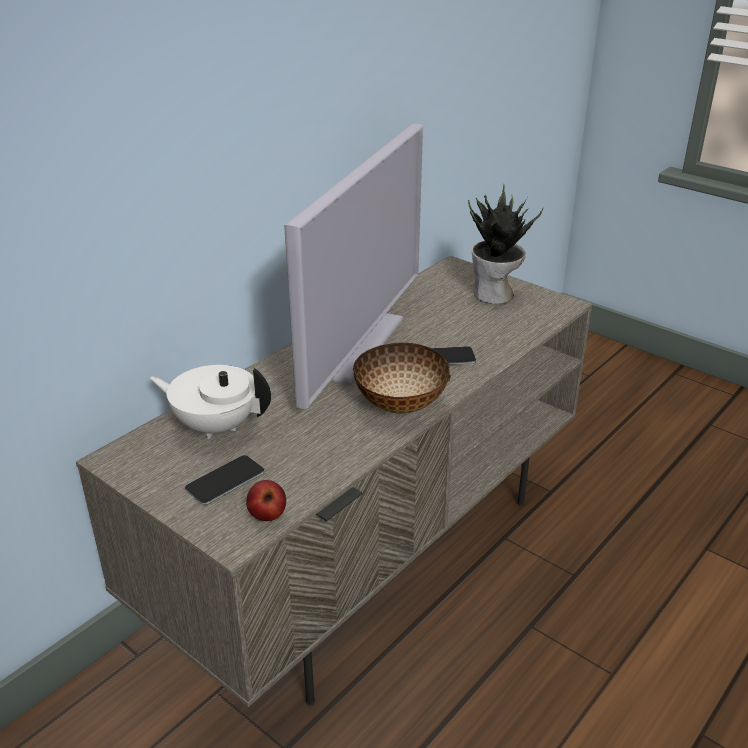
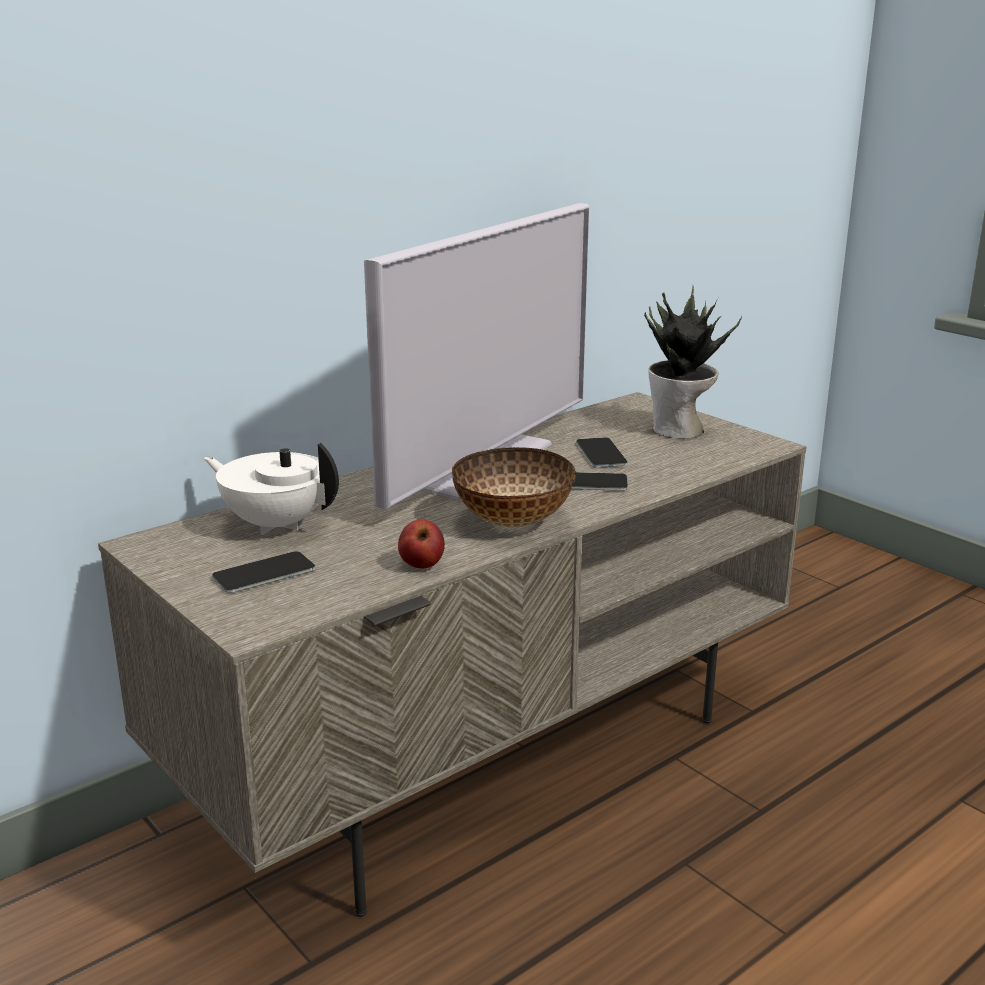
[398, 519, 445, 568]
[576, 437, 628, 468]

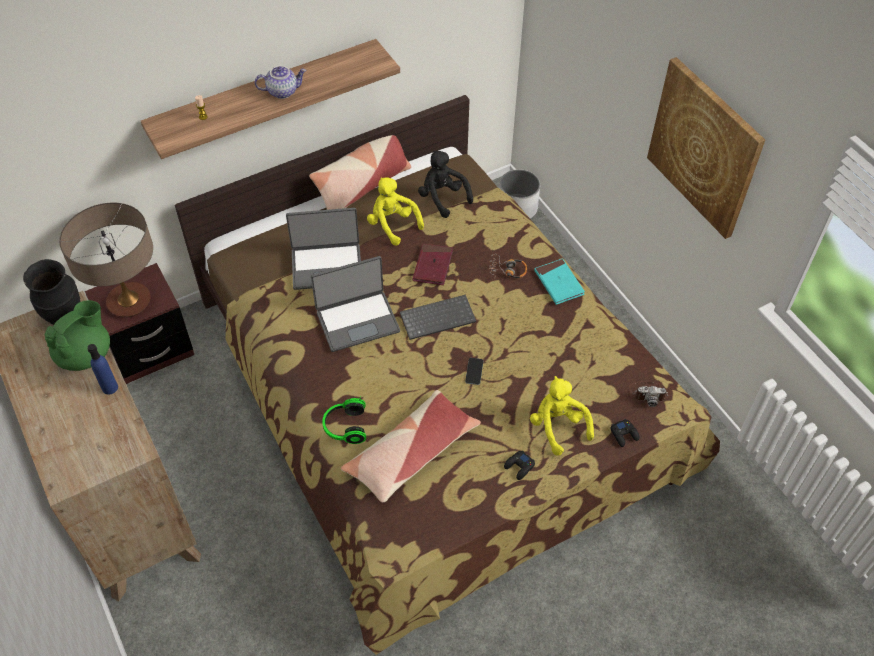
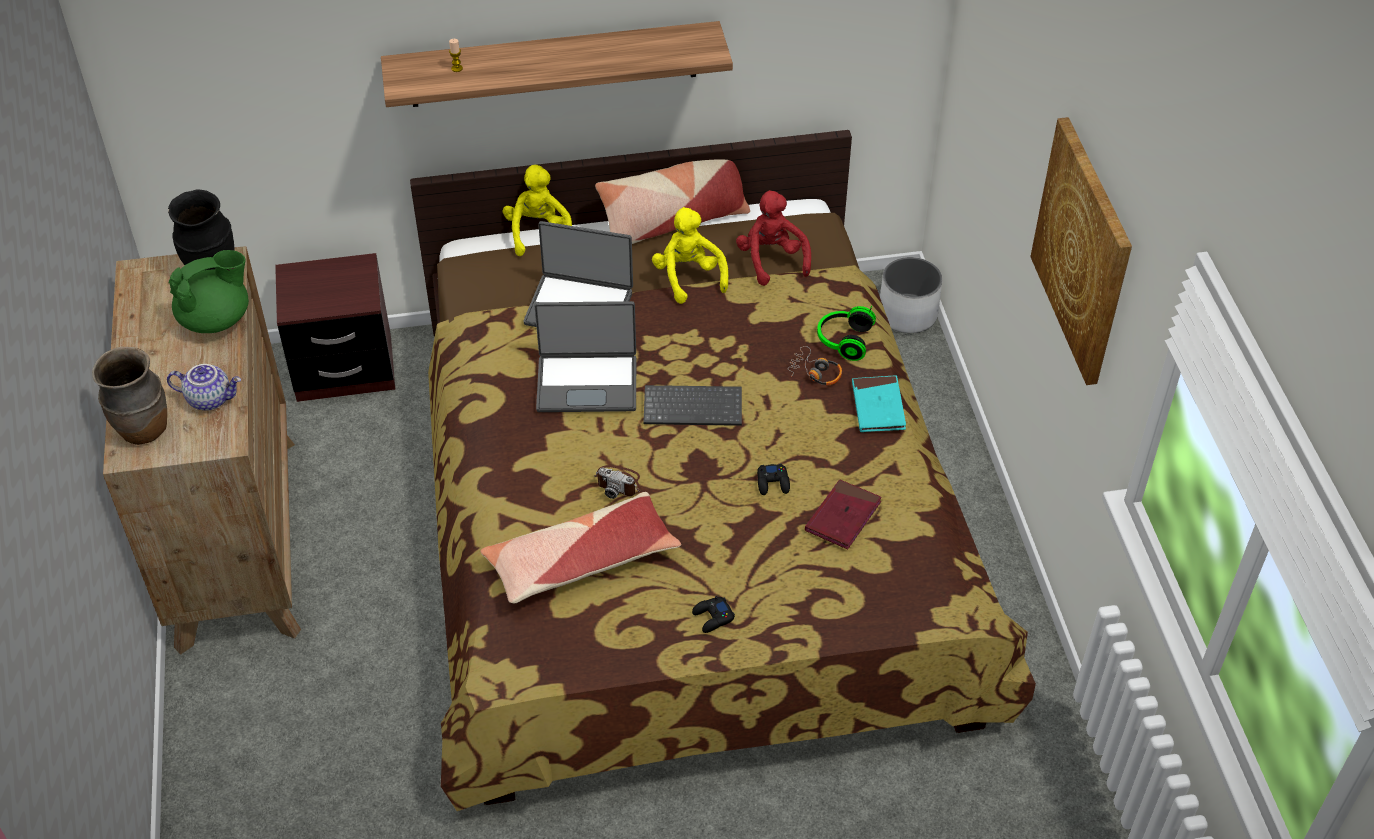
[59, 203, 153, 317] (first image)
[88, 344, 118, 395] (first image)
[167, 364, 241, 411]
[817, 306, 876, 361]
[805, 479, 882, 550]
[736, 190, 811, 286]
[465, 358, 483, 385] (first image)
[503, 165, 572, 256]
[757, 464, 790, 495]
[594, 465, 640, 499]
[92, 347, 167, 445]

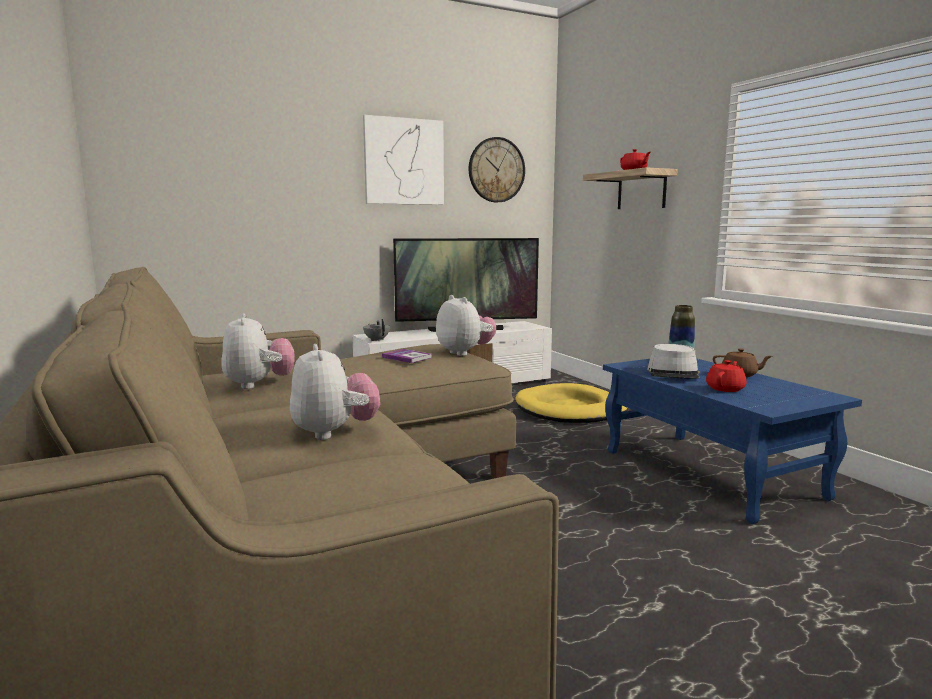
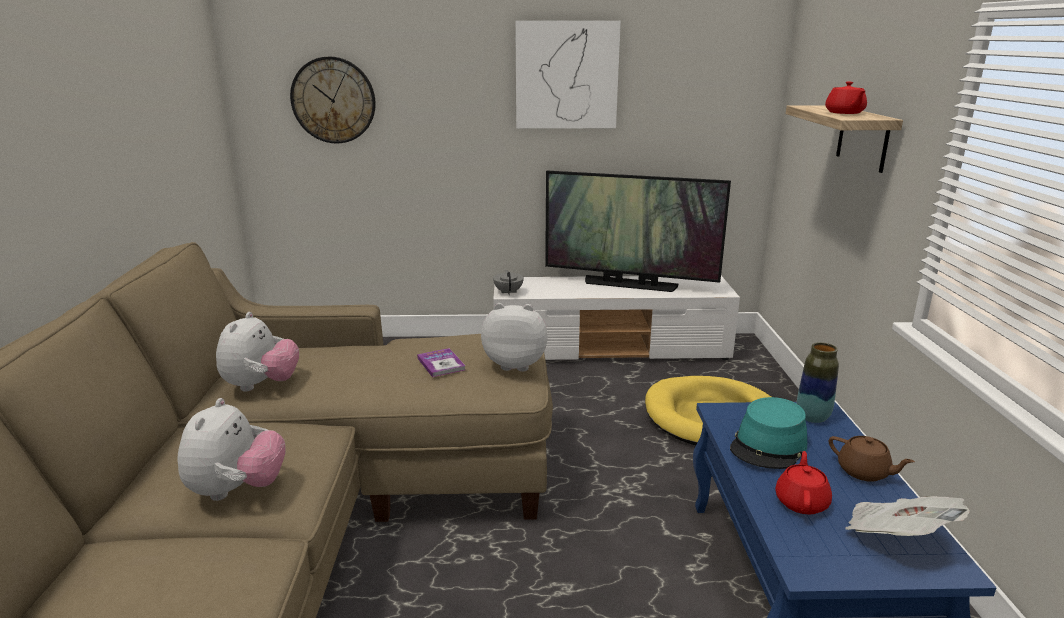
[481, 303, 548, 371]
[290, 57, 376, 143]
[730, 397, 807, 469]
[775, 451, 832, 515]
[845, 496, 970, 536]

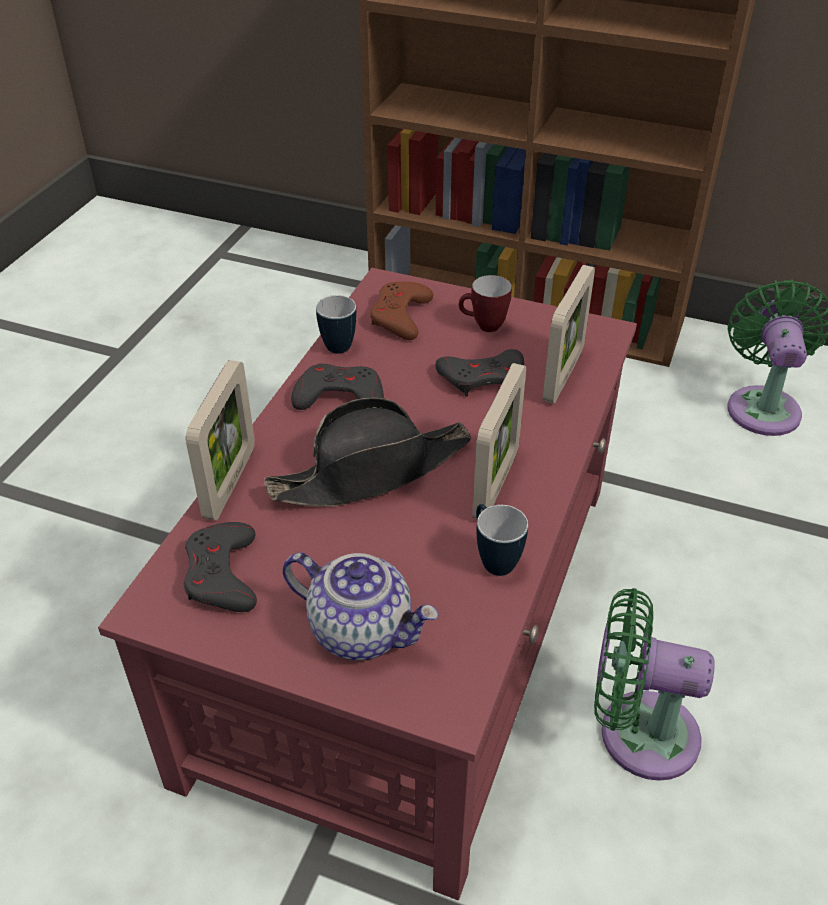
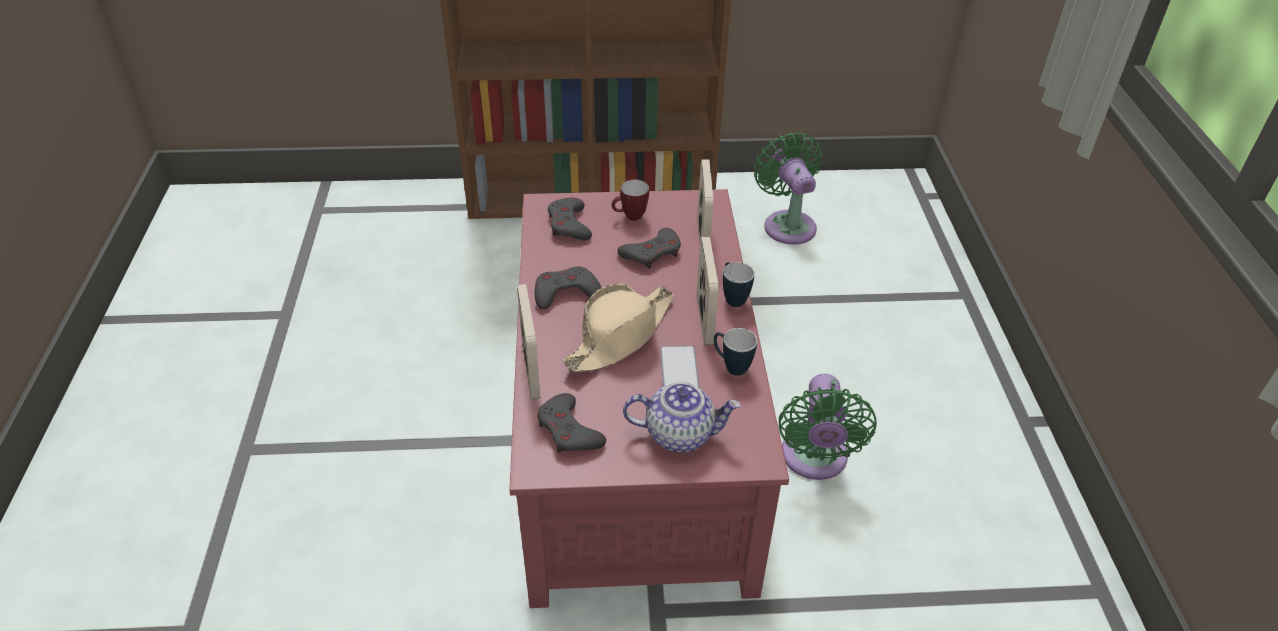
[563, 283, 674, 372]
[723, 262, 755, 307]
[548, 198, 592, 240]
[779, 374, 877, 480]
[660, 346, 699, 388]

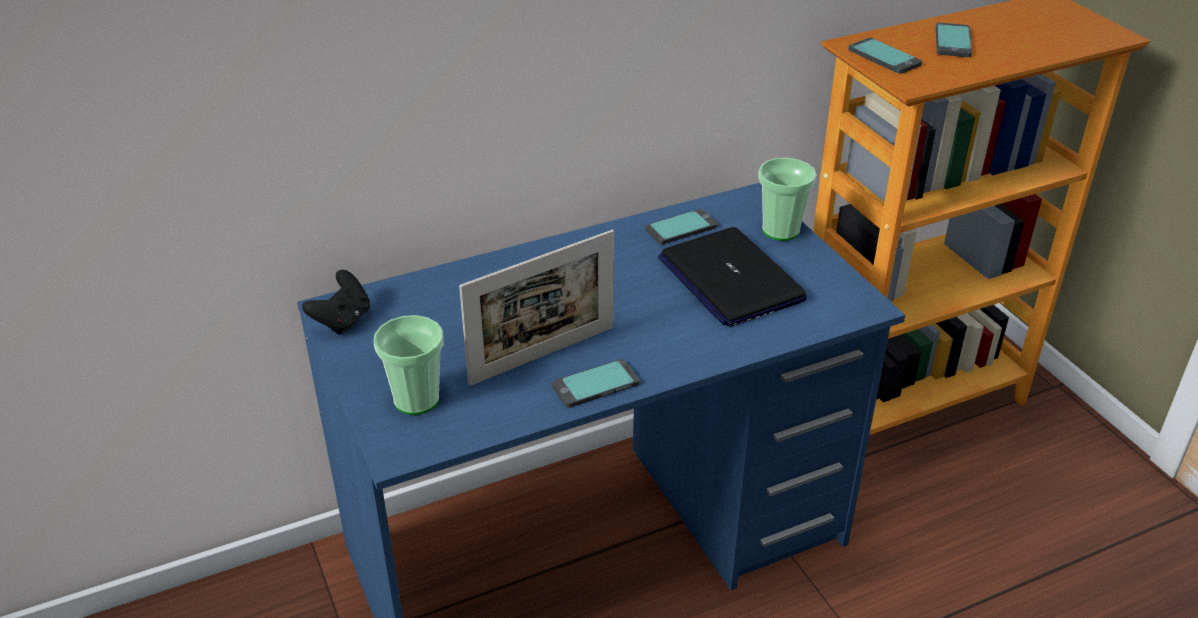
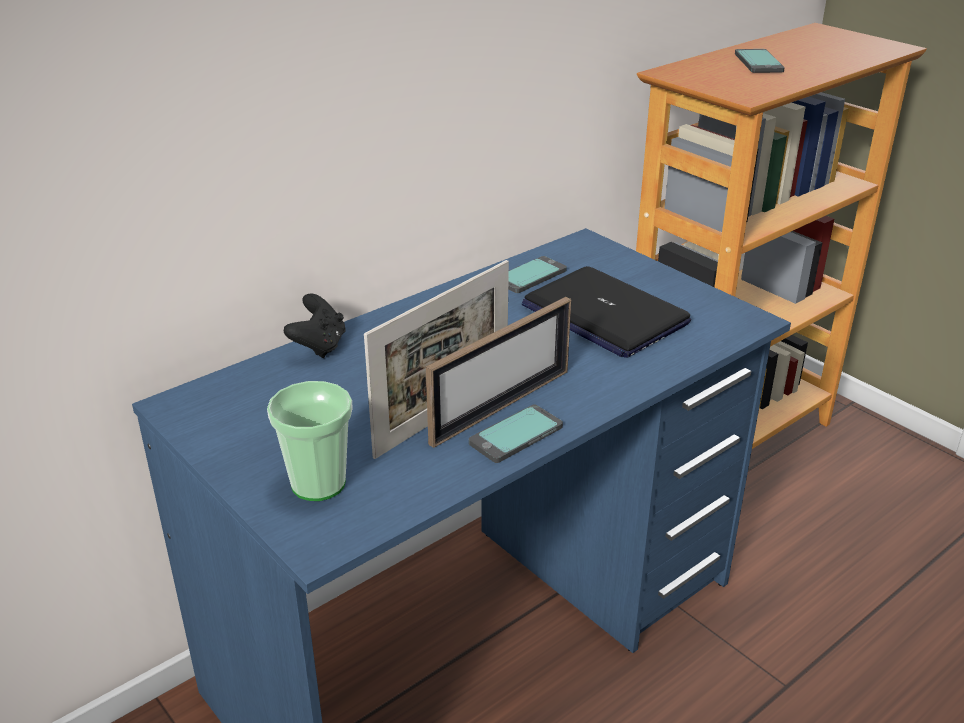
[284, 293, 346, 358]
[758, 158, 816, 241] (first image)
[848, 38, 922, 74] (first image)
[426, 297, 571, 448]

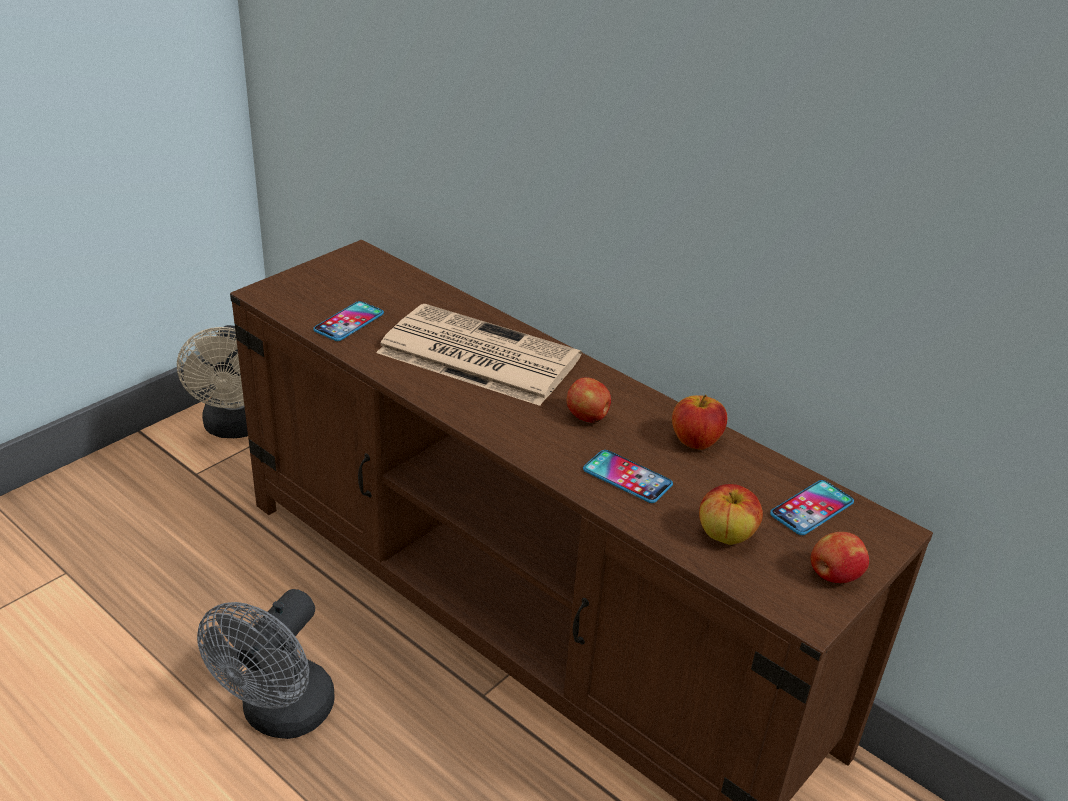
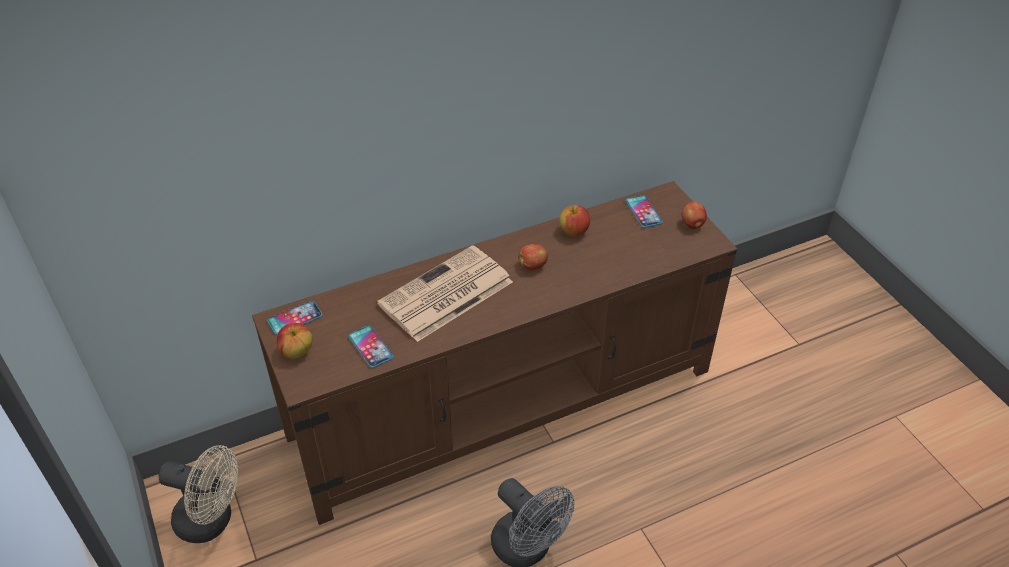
[267, 301, 323, 335]
[277, 323, 312, 359]

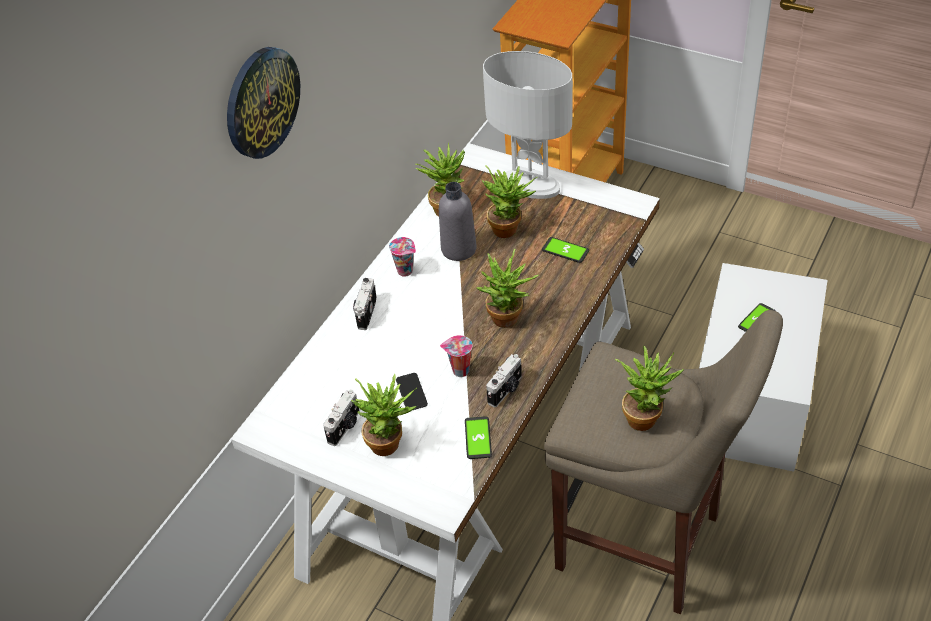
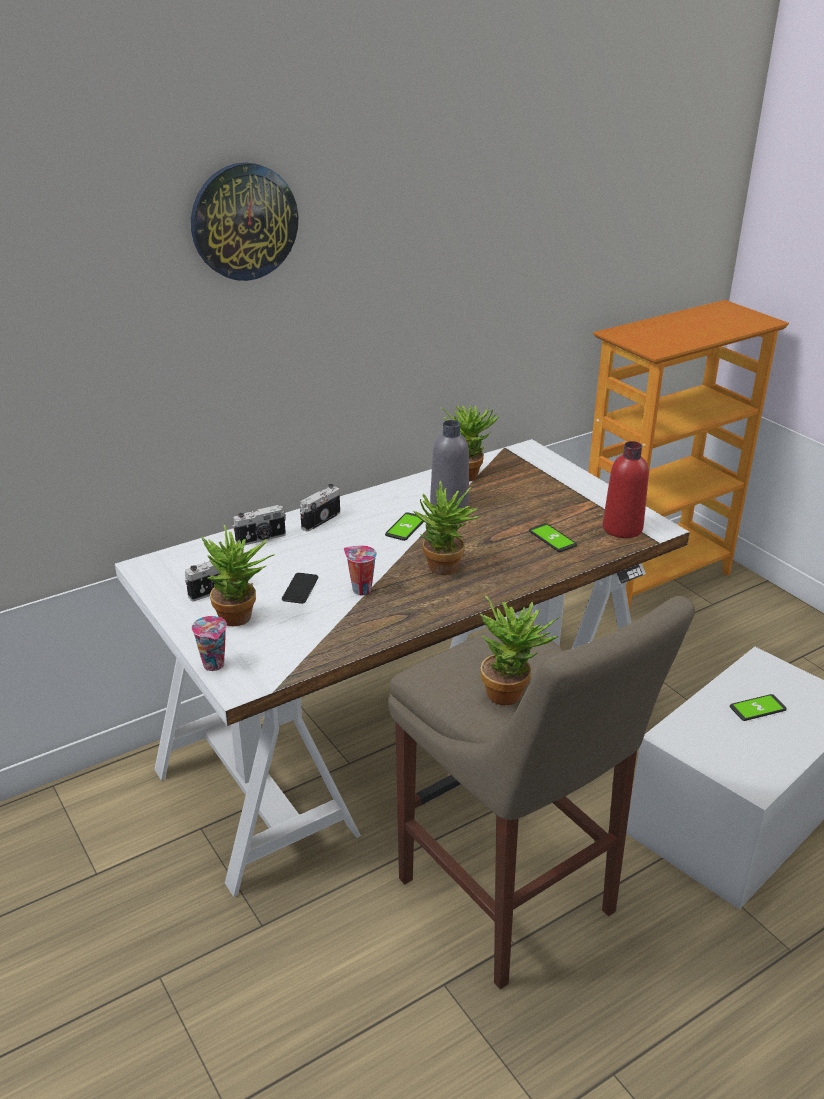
[192, 616, 227, 671]
[385, 512, 424, 541]
[481, 166, 537, 238] (first image)
[483, 51, 573, 199] (first image)
[233, 505, 286, 545]
[603, 441, 649, 538]

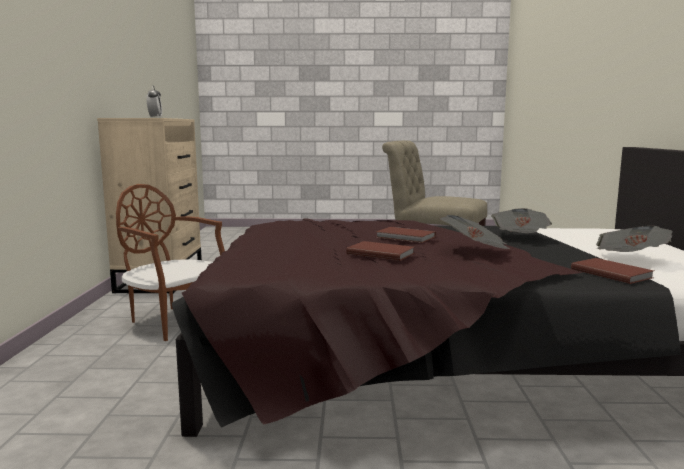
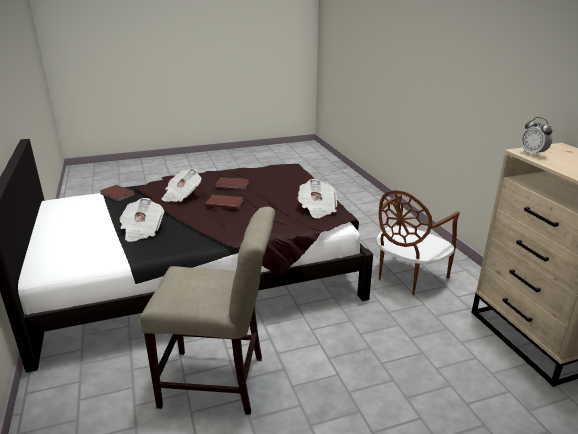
[376, 190, 460, 295]
[297, 179, 337, 219]

